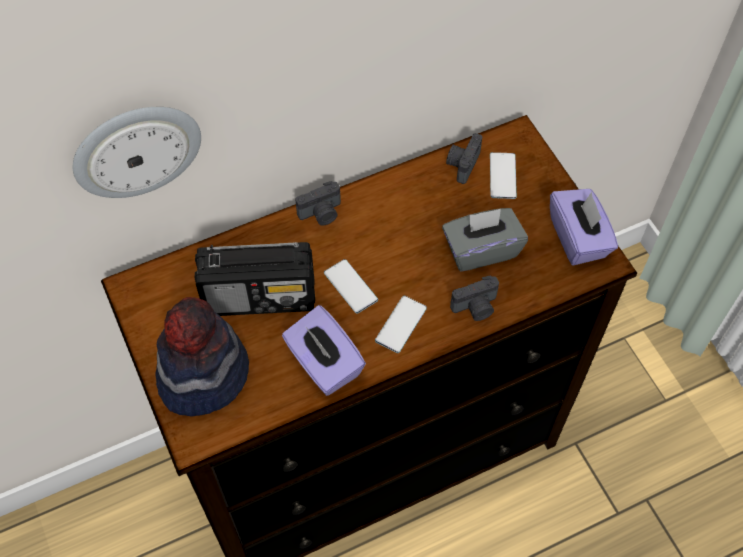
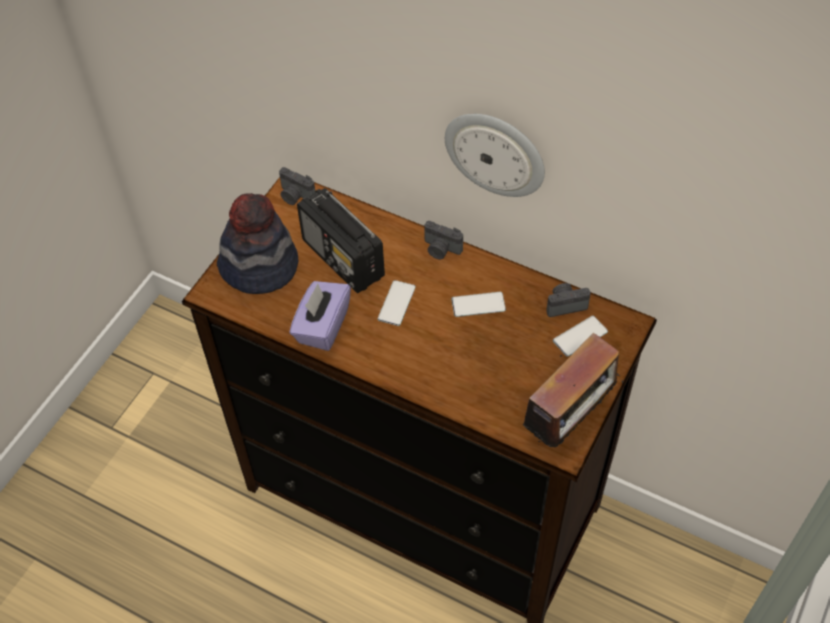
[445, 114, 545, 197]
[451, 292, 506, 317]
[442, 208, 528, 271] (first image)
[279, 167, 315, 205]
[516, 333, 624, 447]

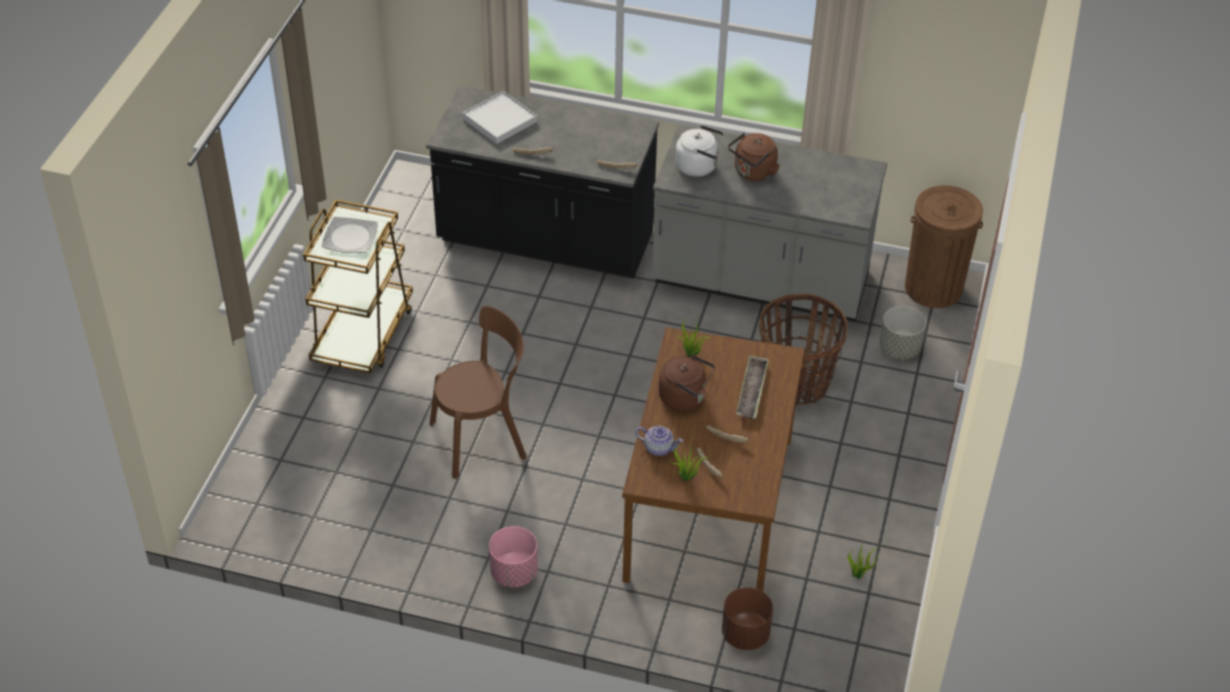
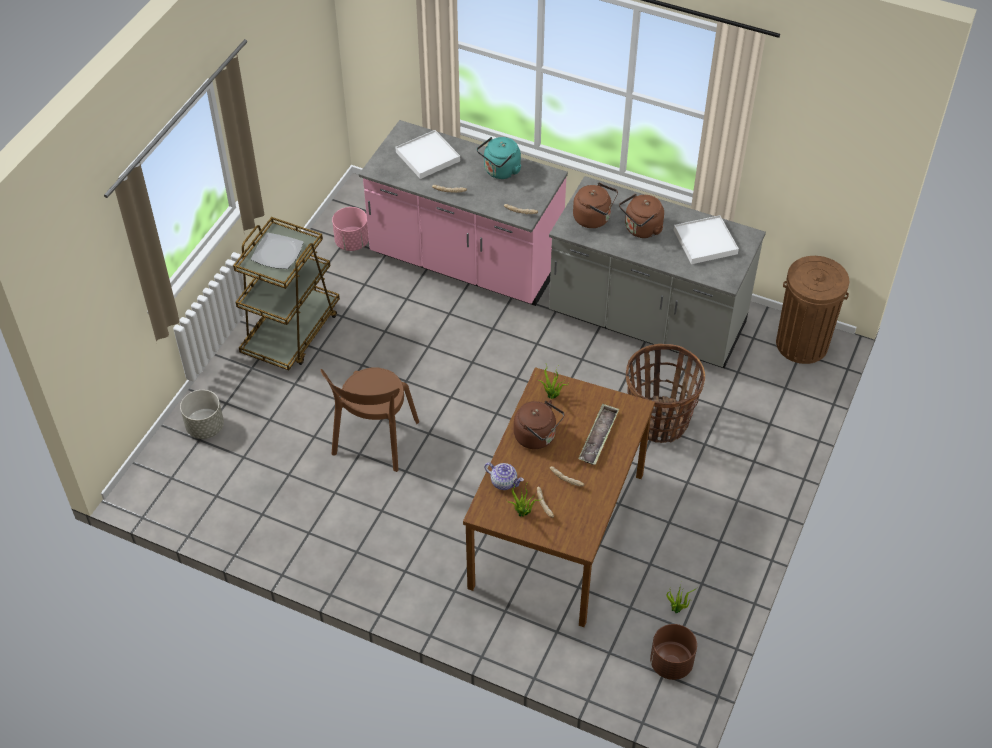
[359, 120, 568, 306]
[320, 367, 419, 472]
[332, 207, 369, 251]
[573, 183, 618, 228]
[650, 624, 697, 680]
[180, 390, 224, 439]
[477, 137, 521, 179]
[674, 215, 739, 264]

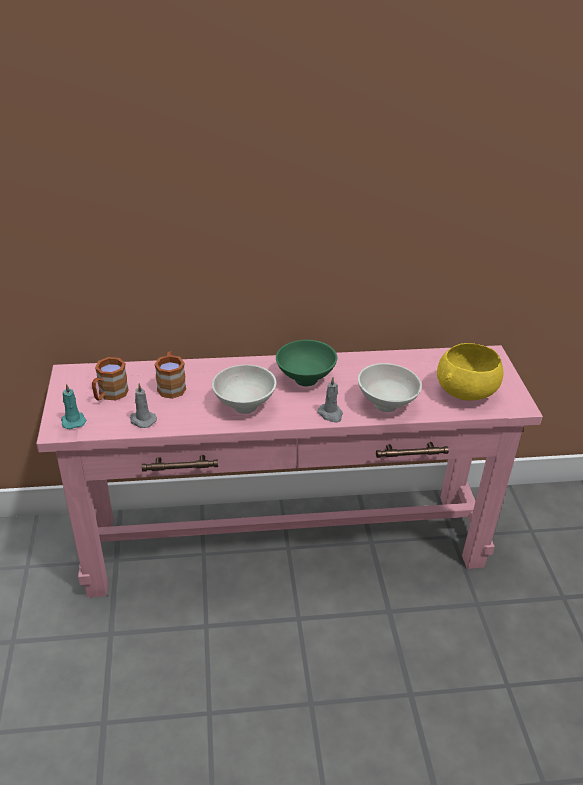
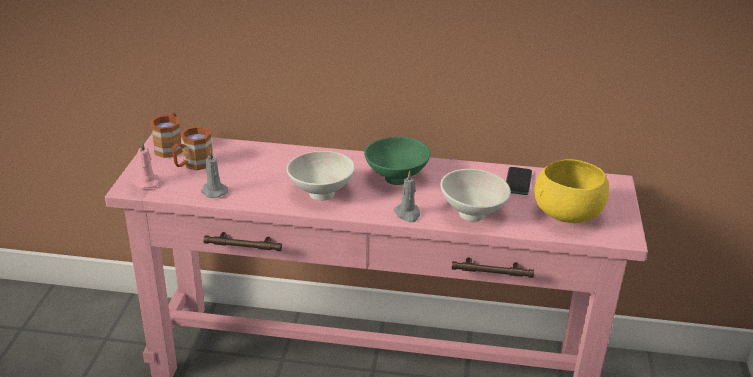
[134, 141, 160, 189]
[150, 113, 183, 158]
[506, 167, 532, 195]

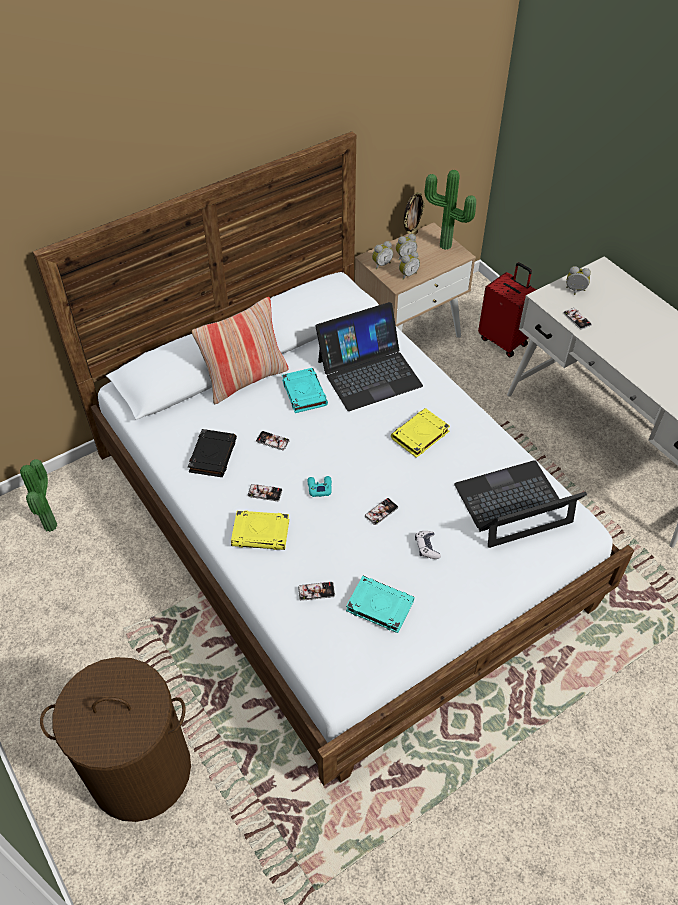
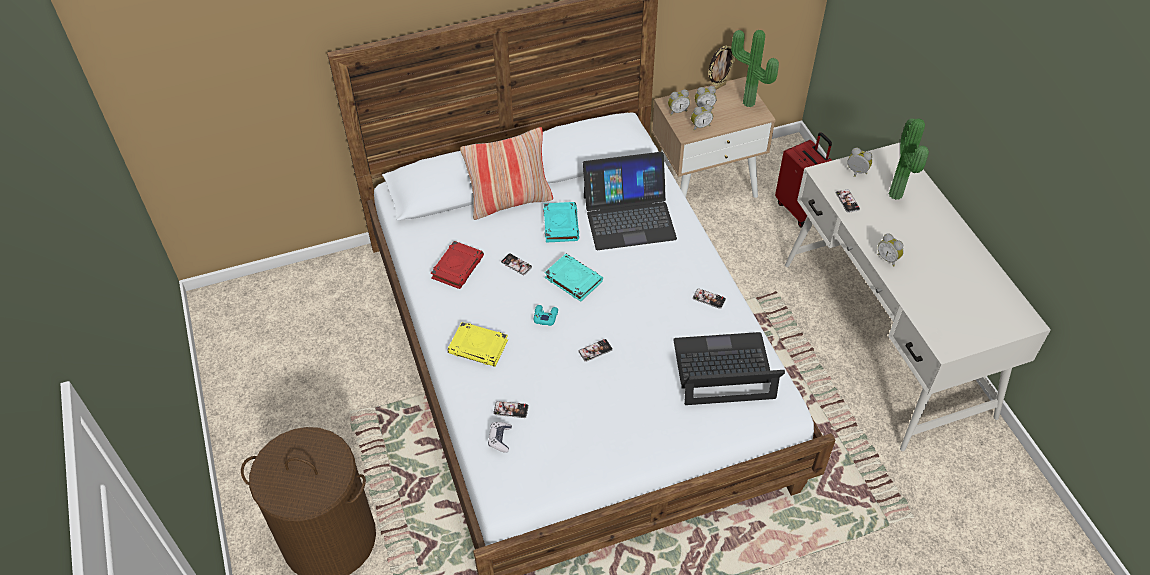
[889, 118, 929, 200]
[431, 241, 484, 289]
[693, 288, 726, 309]
[544, 254, 603, 302]
[391, 408, 450, 458] (first image)
[488, 422, 512, 453]
[877, 233, 904, 266]

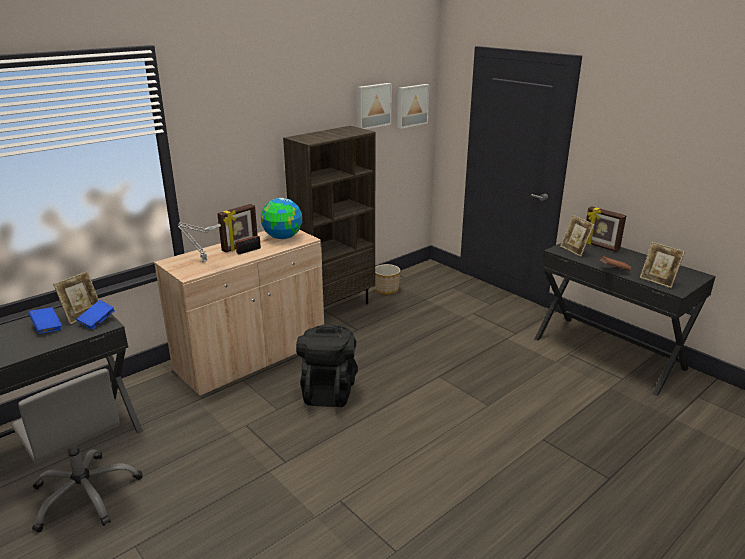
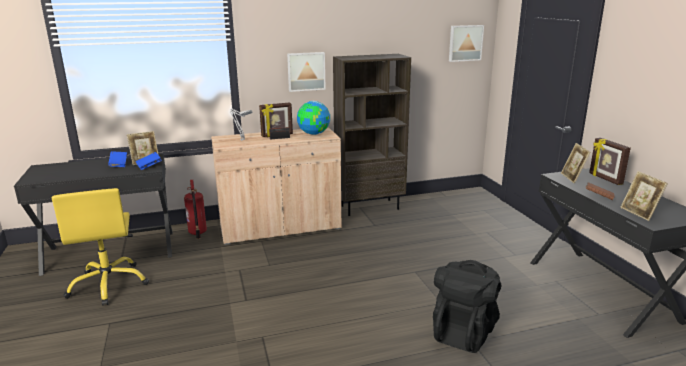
[51, 188, 149, 306]
[433, 260, 502, 353]
[287, 52, 326, 92]
[375, 264, 400, 295] (first image)
[184, 180, 207, 239]

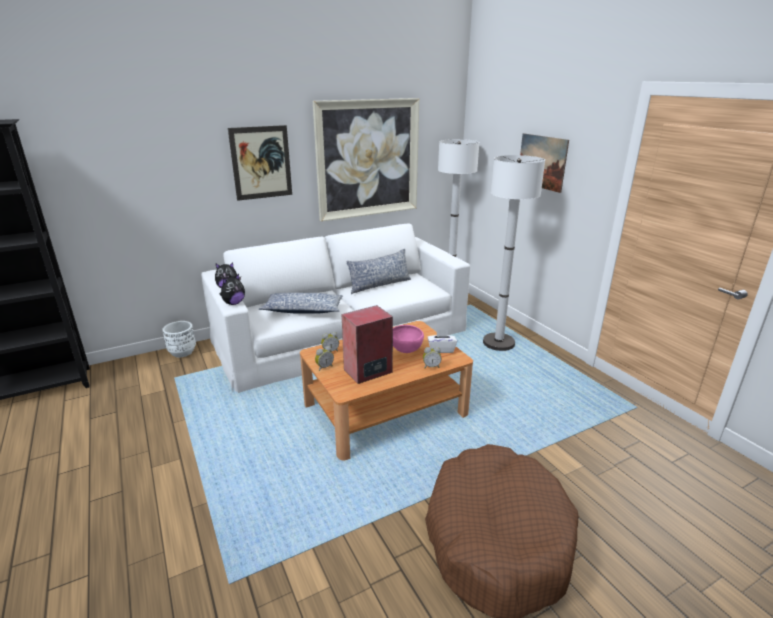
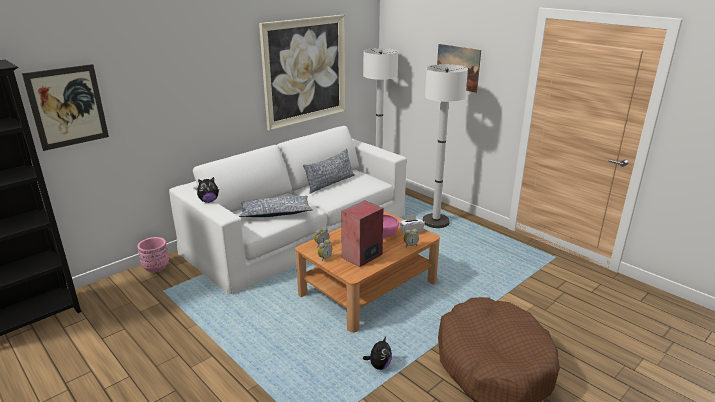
[137, 237, 169, 273]
[363, 337, 392, 370]
[22, 64, 109, 151]

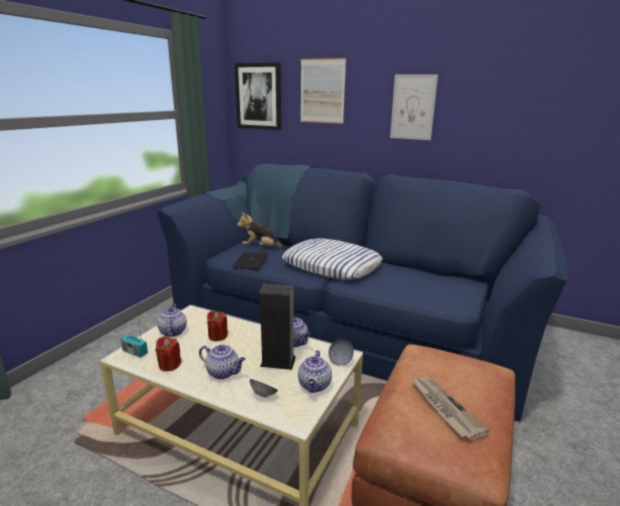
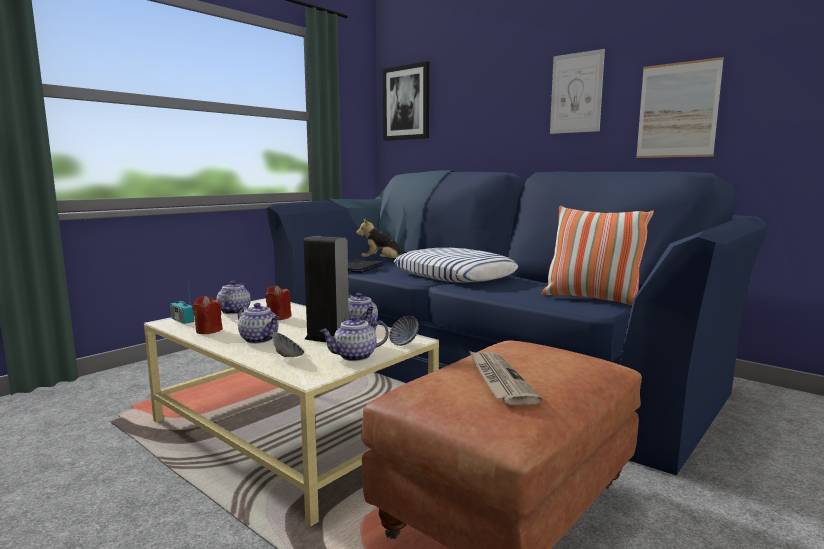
[320, 316, 389, 361]
[636, 57, 724, 158]
[542, 206, 654, 306]

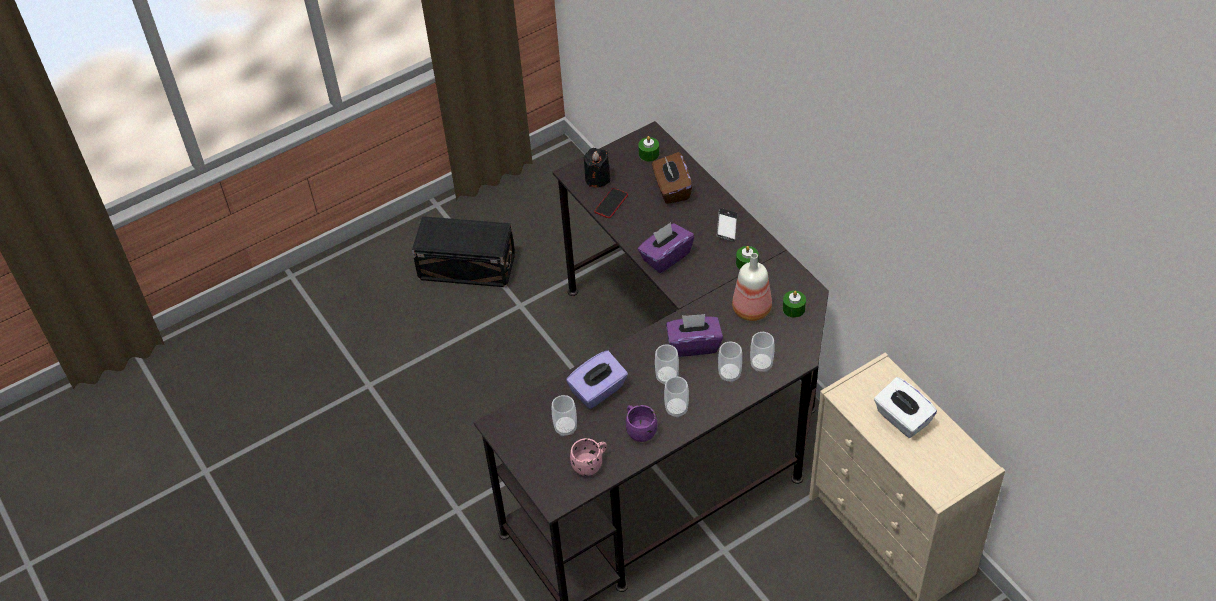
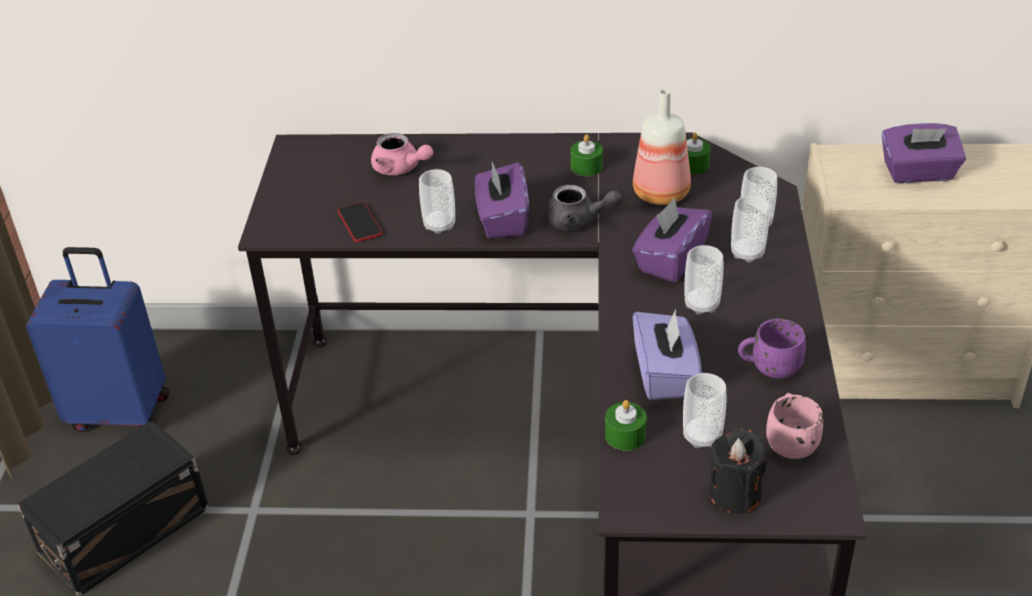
[709, 428, 767, 514]
[605, 400, 647, 450]
[371, 133, 433, 175]
[419, 169, 455, 234]
[717, 208, 737, 242] (first image)
[882, 123, 966, 183]
[26, 247, 169, 432]
[545, 185, 622, 230]

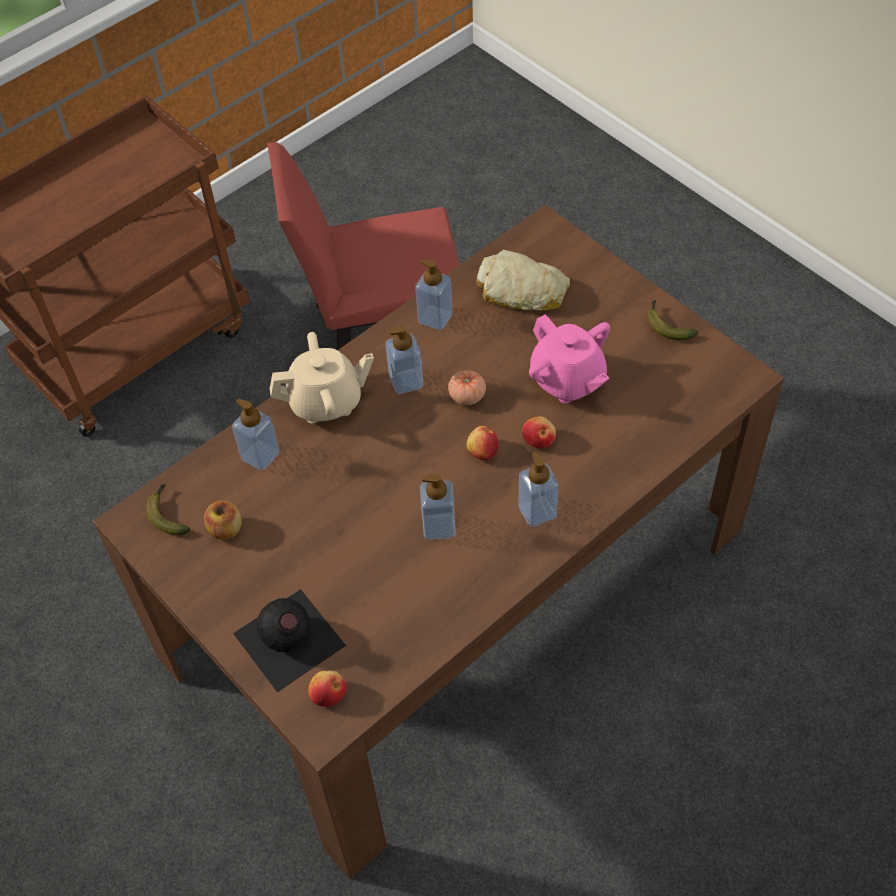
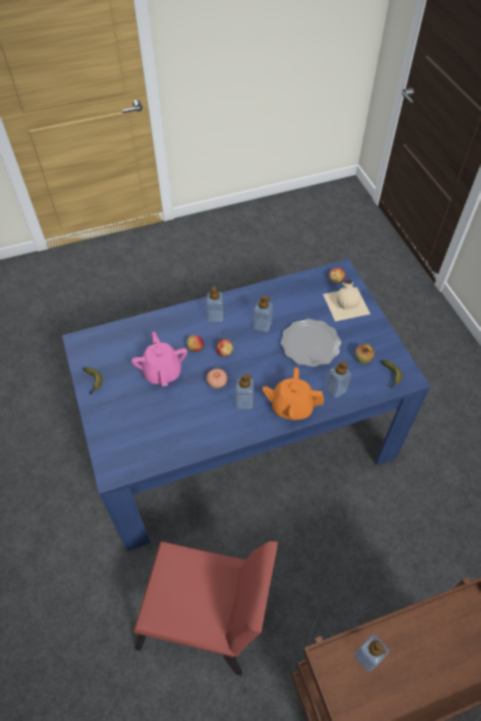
[62, 259, 430, 551]
[323, 280, 370, 321]
[263, 367, 324, 420]
[354, 634, 389, 672]
[477, 250, 570, 310] (first image)
[281, 319, 341, 367]

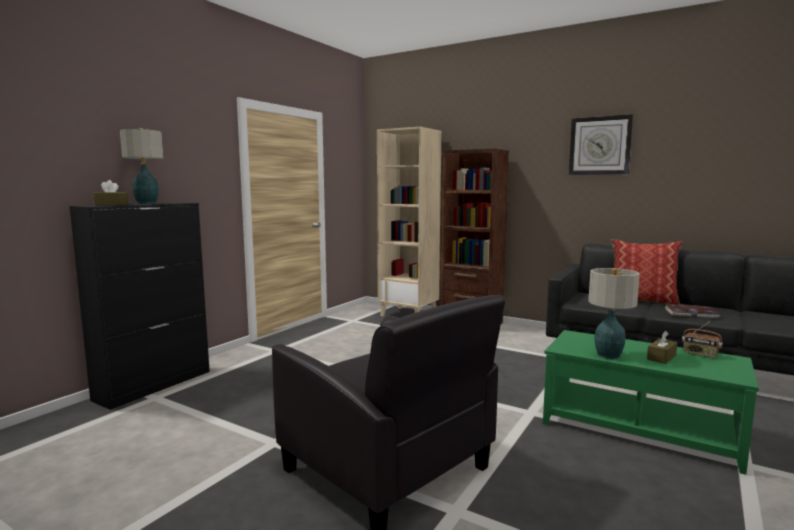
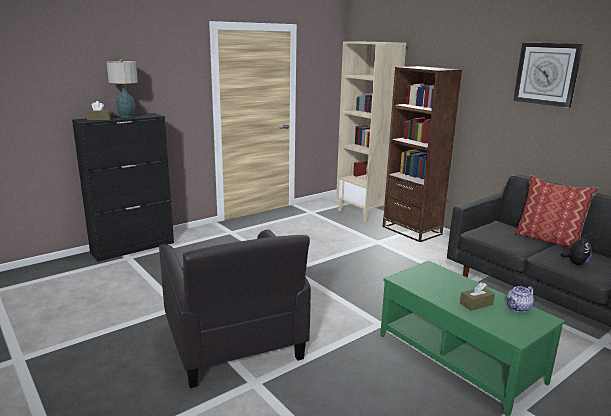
[588, 268, 640, 359] (first image)
[561, 235, 592, 266]
[507, 286, 534, 312]

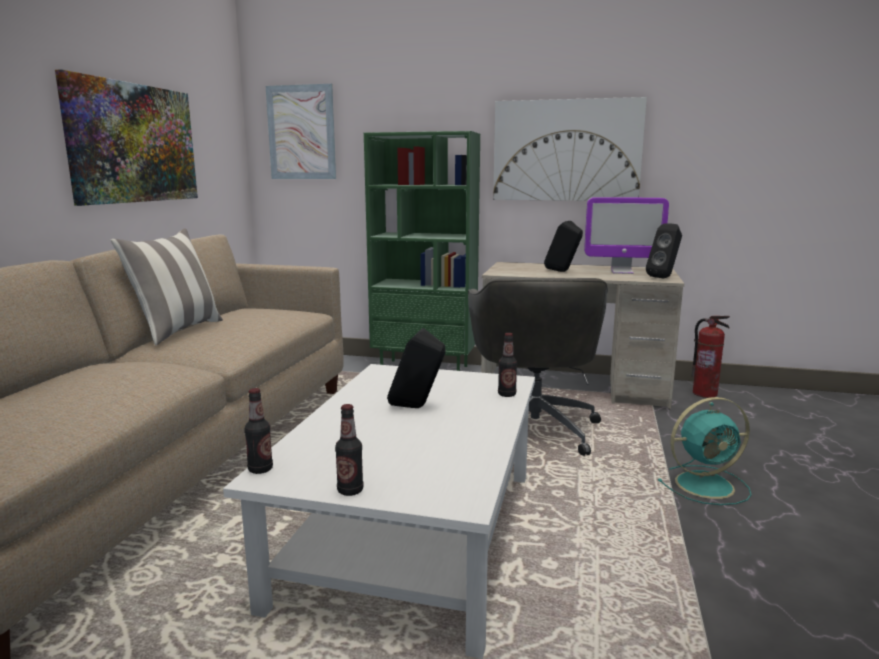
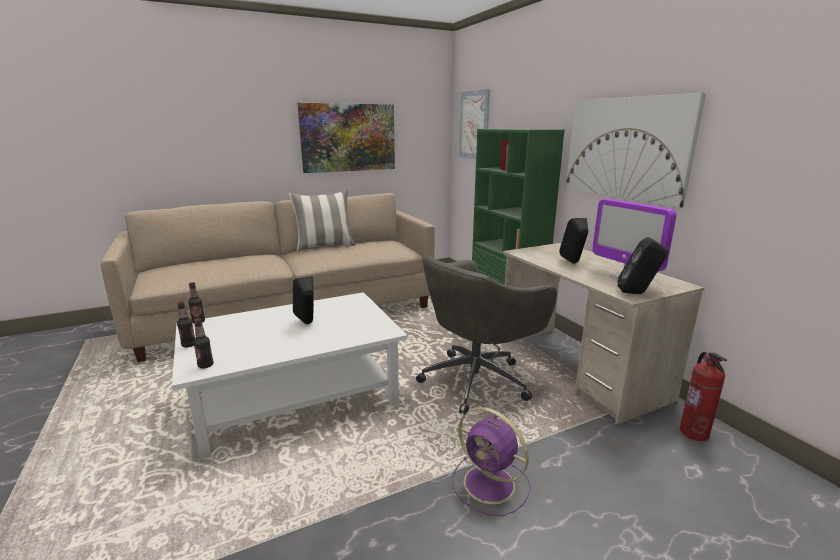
[193, 318, 214, 369]
[451, 407, 530, 516]

